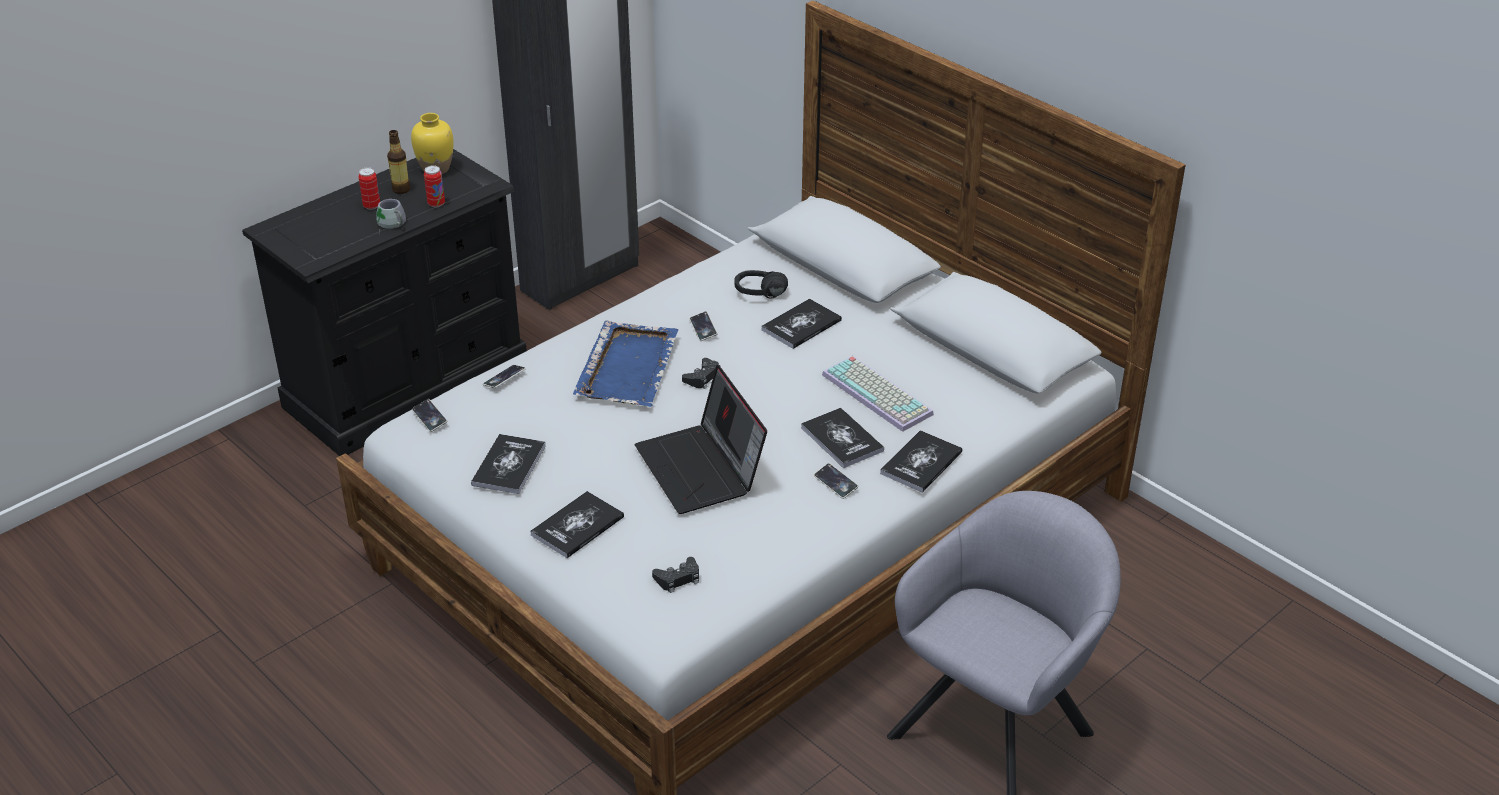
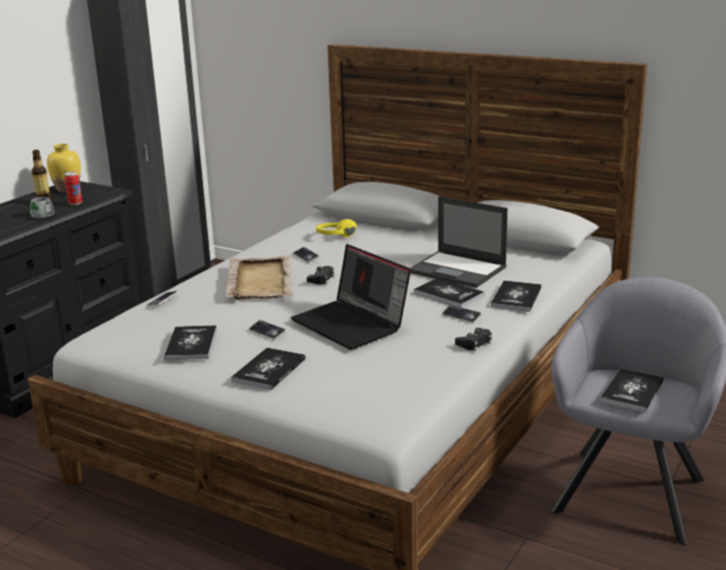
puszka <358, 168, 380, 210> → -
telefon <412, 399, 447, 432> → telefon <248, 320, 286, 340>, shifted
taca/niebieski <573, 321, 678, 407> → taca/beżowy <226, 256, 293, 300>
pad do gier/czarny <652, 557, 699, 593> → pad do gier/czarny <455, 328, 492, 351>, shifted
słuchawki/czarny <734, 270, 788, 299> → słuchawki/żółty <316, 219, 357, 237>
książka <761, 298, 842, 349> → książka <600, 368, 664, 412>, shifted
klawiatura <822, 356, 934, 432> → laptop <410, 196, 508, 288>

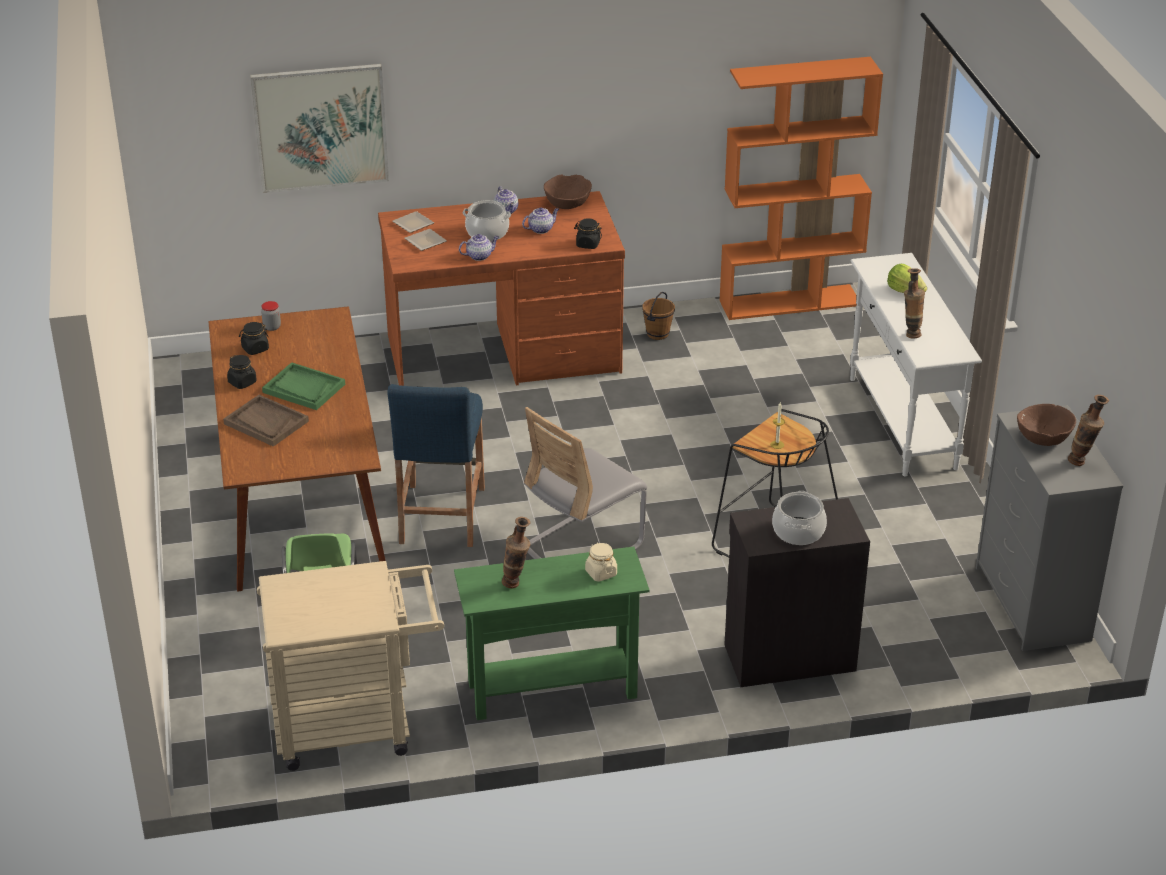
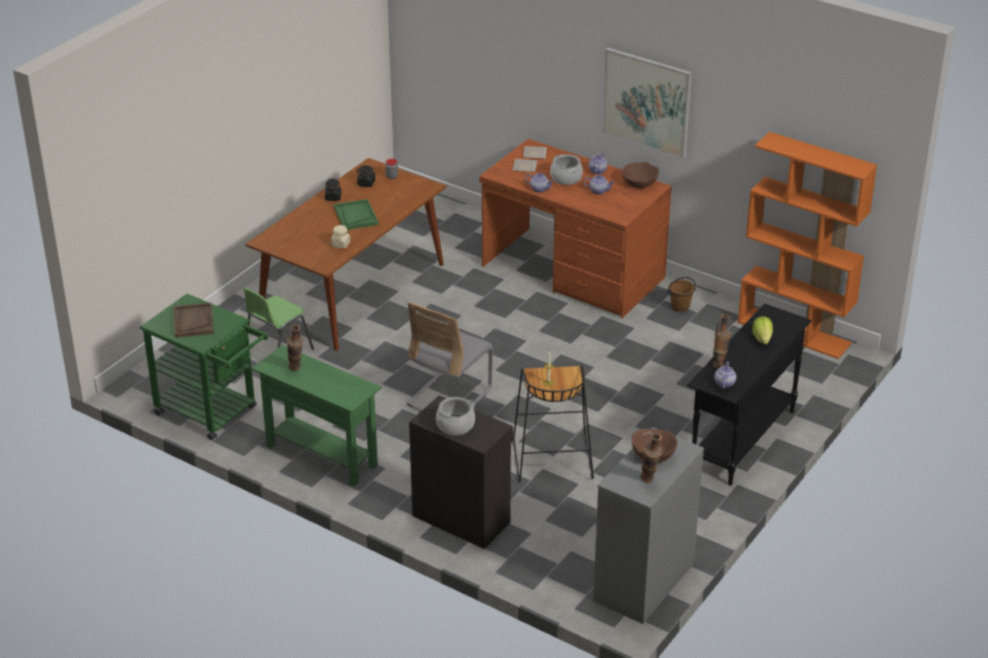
taca/brązowy <223, 395, 309, 447> → taca/brązowy <173, 303, 214, 338>, shifted
obraz <250, 64, 389, 193> → obraz <602, 47, 692, 159>, shifted
wózek/beżowy <257, 561, 444, 771> → wózek/zielony <139, 294, 269, 440>
stołek/niebieski <387, 384, 485, 547> → -
krzesło/szary <524, 407, 647, 559> → krzesło/szary <407, 302, 493, 411>, 60 degrees counterclockwise
słoik/czarny <574, 218, 602, 249> → -
słoik/beżowy <585, 543, 617, 582> → słoik/beżowy <331, 225, 350, 248>, shifted
stolik konsolowy/biały <850, 253, 982, 477> → stolik konsolowy/czarny <687, 303, 811, 486>
- → imbryk <714, 361, 736, 389>

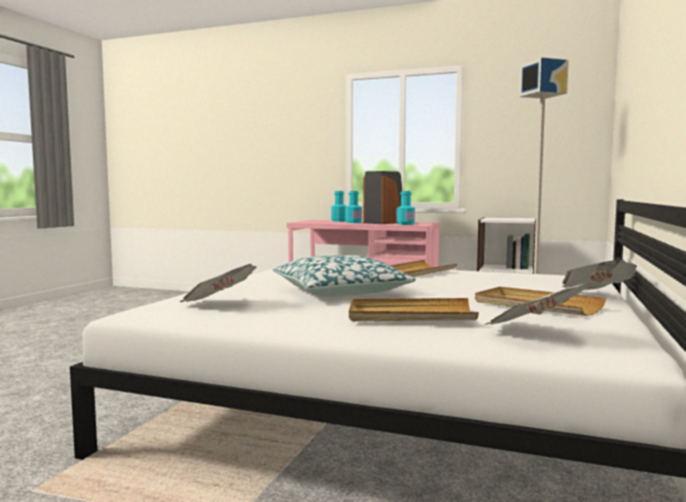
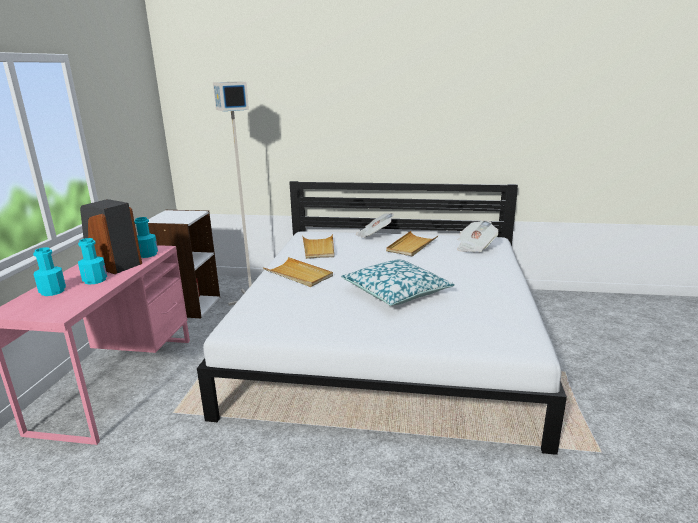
gazeta <180, 264, 257, 302> → -
taca/beżowy <349, 298, 479, 321> → taca/beżowy <302, 234, 334, 259>, shifted

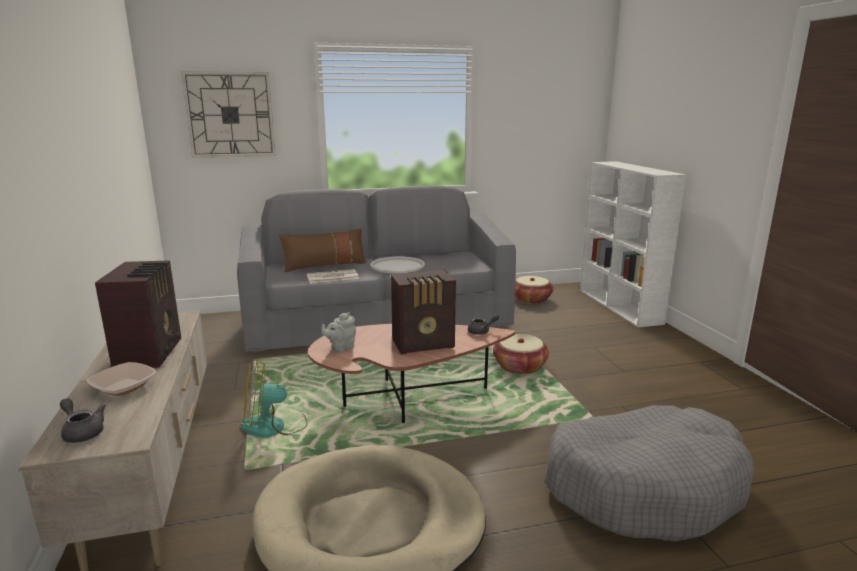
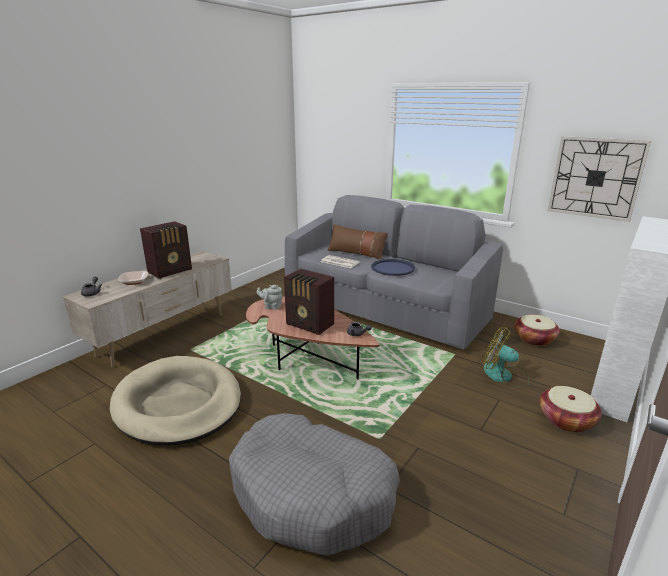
zegar ścienny <181, 71, 276, 158> → zegar ścienny <548, 136, 651, 222>, shifted
wentylator <241, 359, 307, 438> → wentylator <482, 327, 530, 388>, shifted
taca/biały <370, 256, 425, 273> → taca/niebieski <371, 259, 415, 276>
koszyk <493, 334, 549, 375> → koszyk <540, 386, 602, 433>, shifted

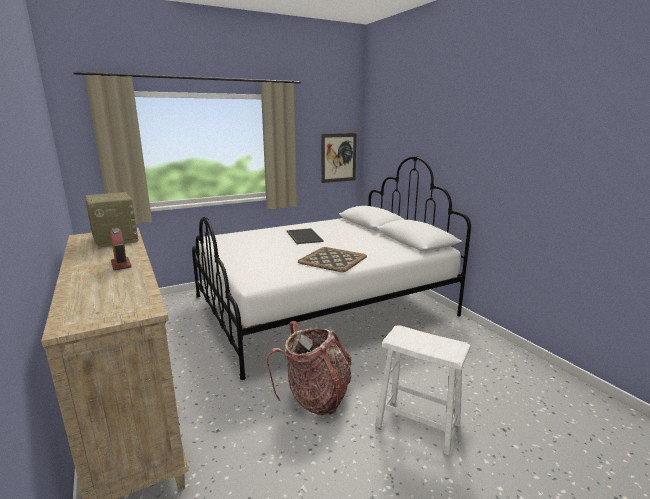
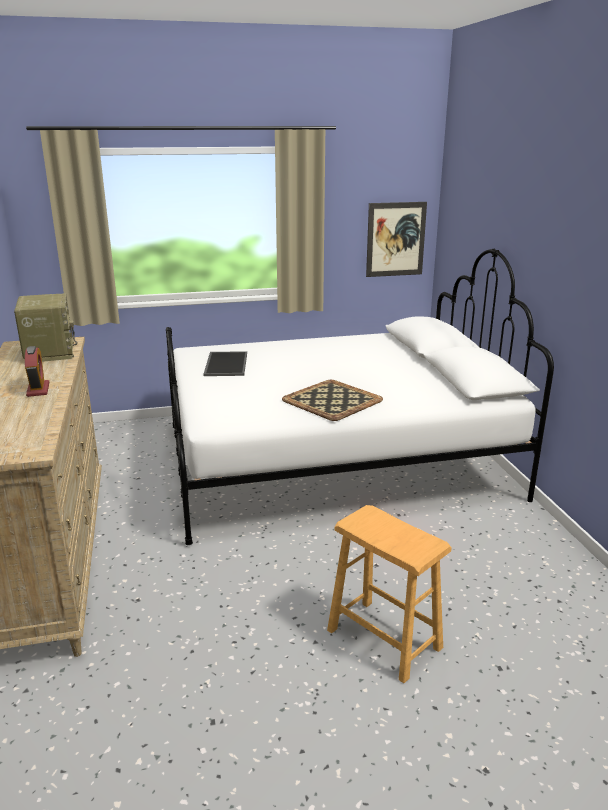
plecak <267, 321, 352, 415> → -
taca <287, 228, 324, 244> → taca <203, 351, 247, 376>, shifted
stołek/biały <375, 325, 471, 455> → stołek/brązowy <327, 505, 452, 683>

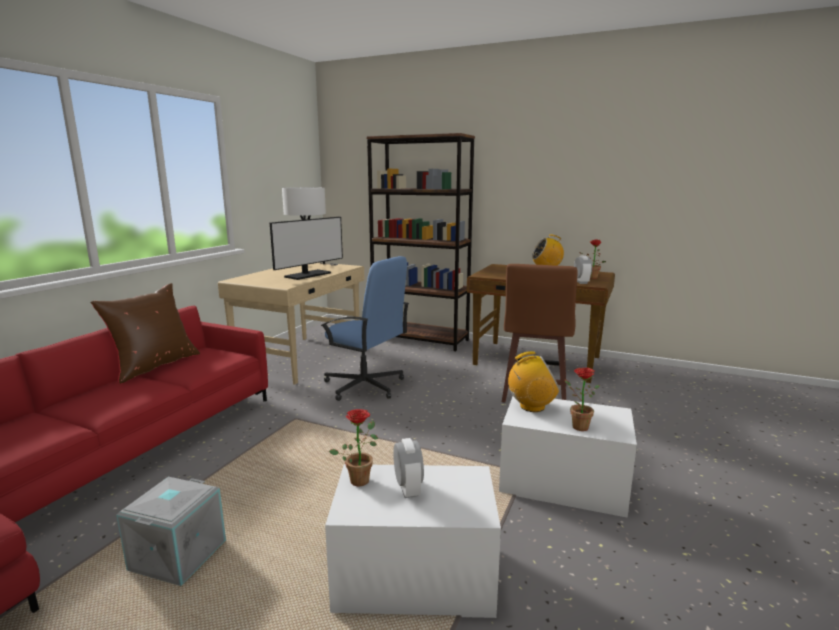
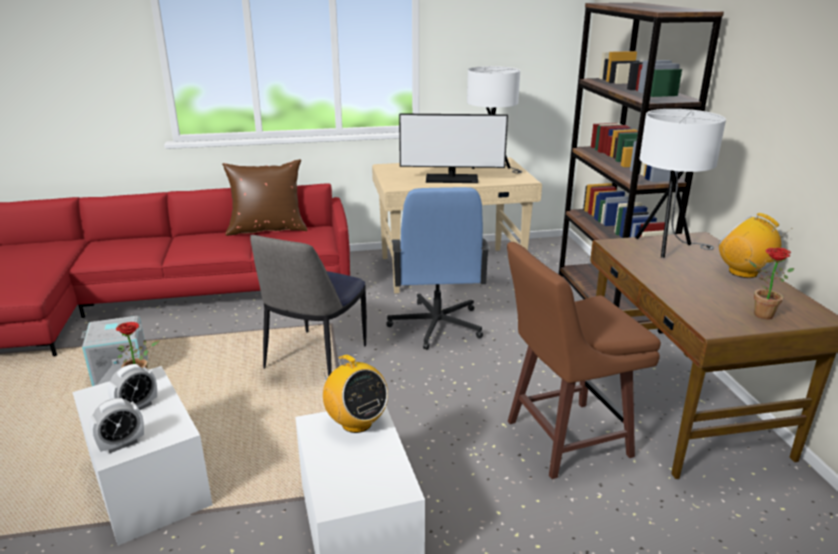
roślina doniczkowa <565, 368, 600, 431> → -
budzik <574, 255, 592, 284> → budzik <89, 398, 144, 453>, shifted
- → krzesło <250, 235, 367, 377>
- → lampa stołowa/biały <635, 109, 726, 258>

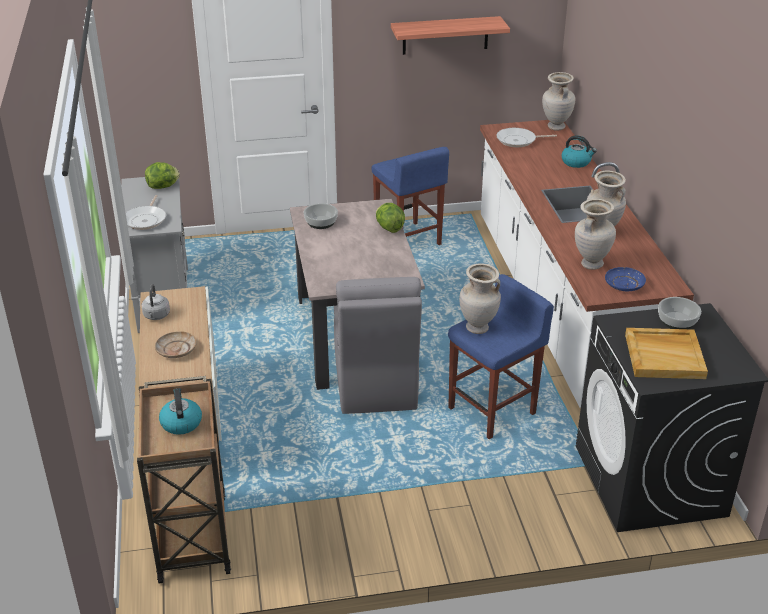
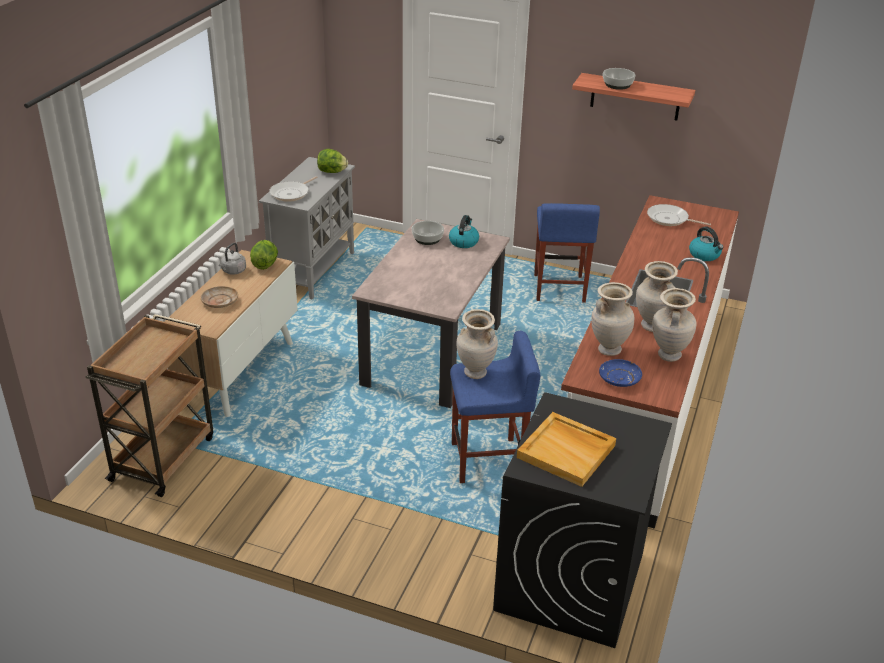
czajnik <159, 388, 202, 435> → czajnik <449, 215, 479, 248>, shifted
krzesło/szary <334, 277, 422, 414> → -
sałata <376, 203, 405, 233> → sałata <250, 240, 278, 270>, shifted
wazon/beżowy <542, 72, 575, 131> → wazon/beżowy <652, 288, 697, 362>, shifted
miska <658, 297, 701, 329> → miska <603, 68, 635, 90>, shifted

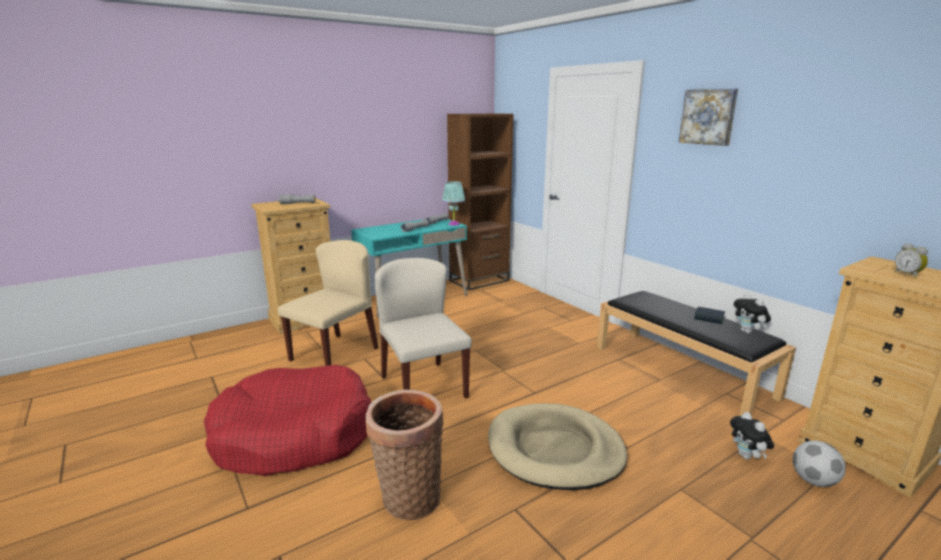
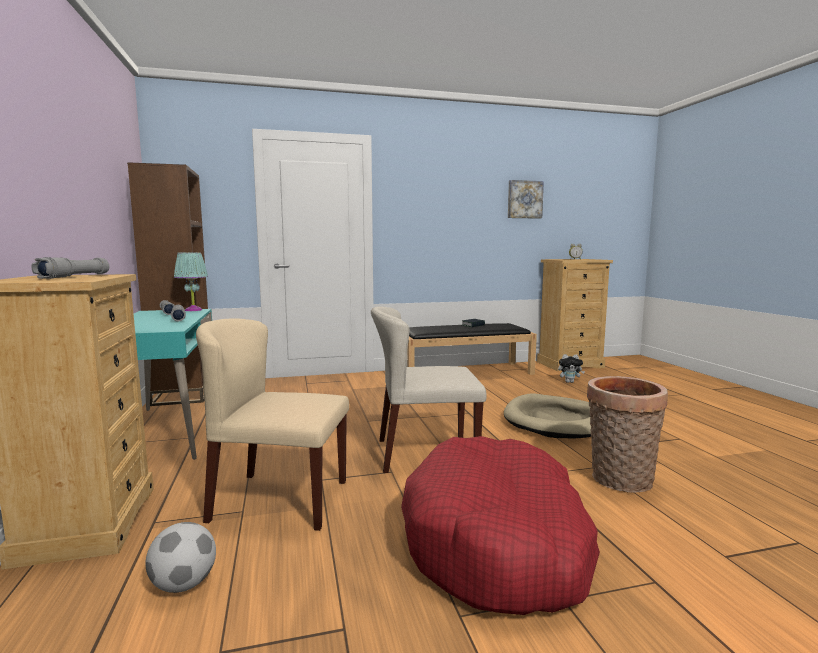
krzesło/beżowy <278, 240, 378, 366> → krzesło/beżowy <196, 319, 349, 531>, 45 degrees counterclockwise
obraz <678, 89, 738, 146> → obraz <508, 180, 544, 219>, shifted
pluszak <734, 293, 771, 334> → -
piłka futbolowa <793, 441, 846, 487> → piłka futbolowa <145, 522, 216, 593>, shifted

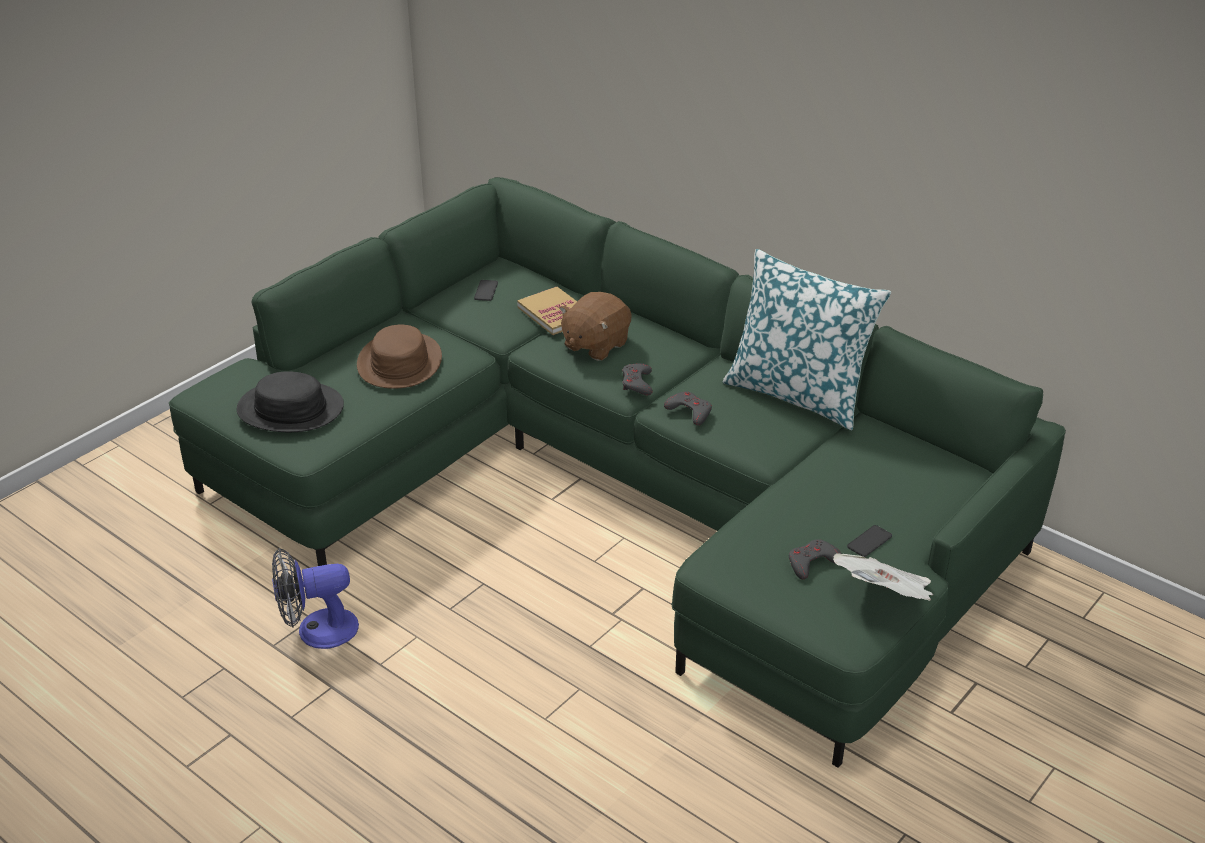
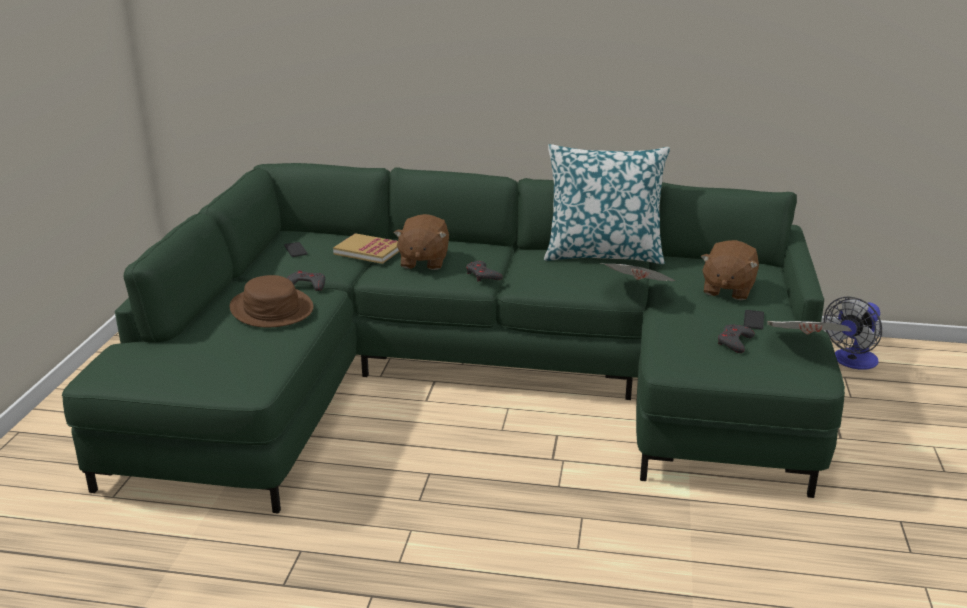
kapelusz/czarny <237, 371, 344, 432> → -
wentylator <272, 548, 359, 649> → wentylator <824, 296, 882, 370>, shifted
pad do gier/szary <664, 391, 712, 425> → pad do gier/szary <287, 270, 325, 291>, shifted
- → gazeta <601, 263, 675, 281>
- → pluszak/brązowy <701, 240, 759, 300>

